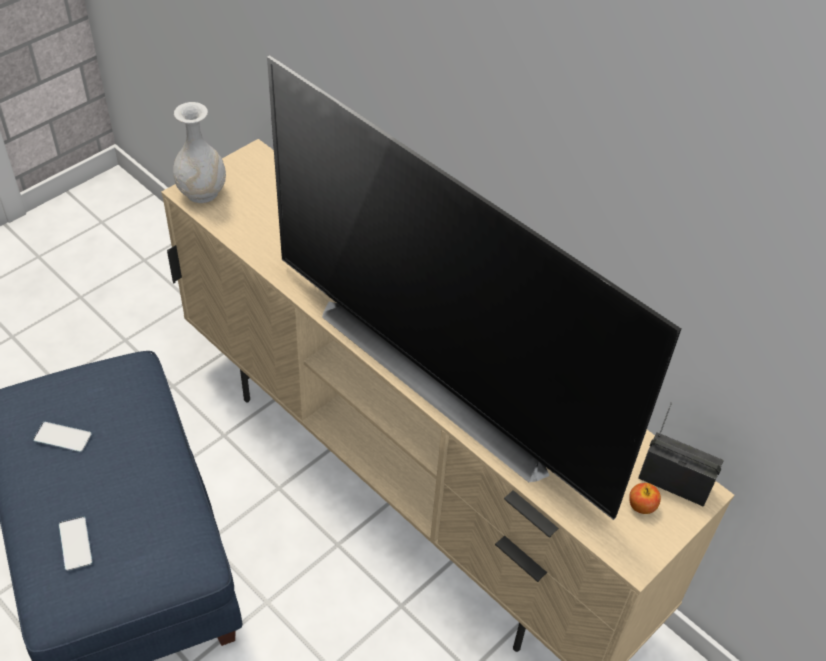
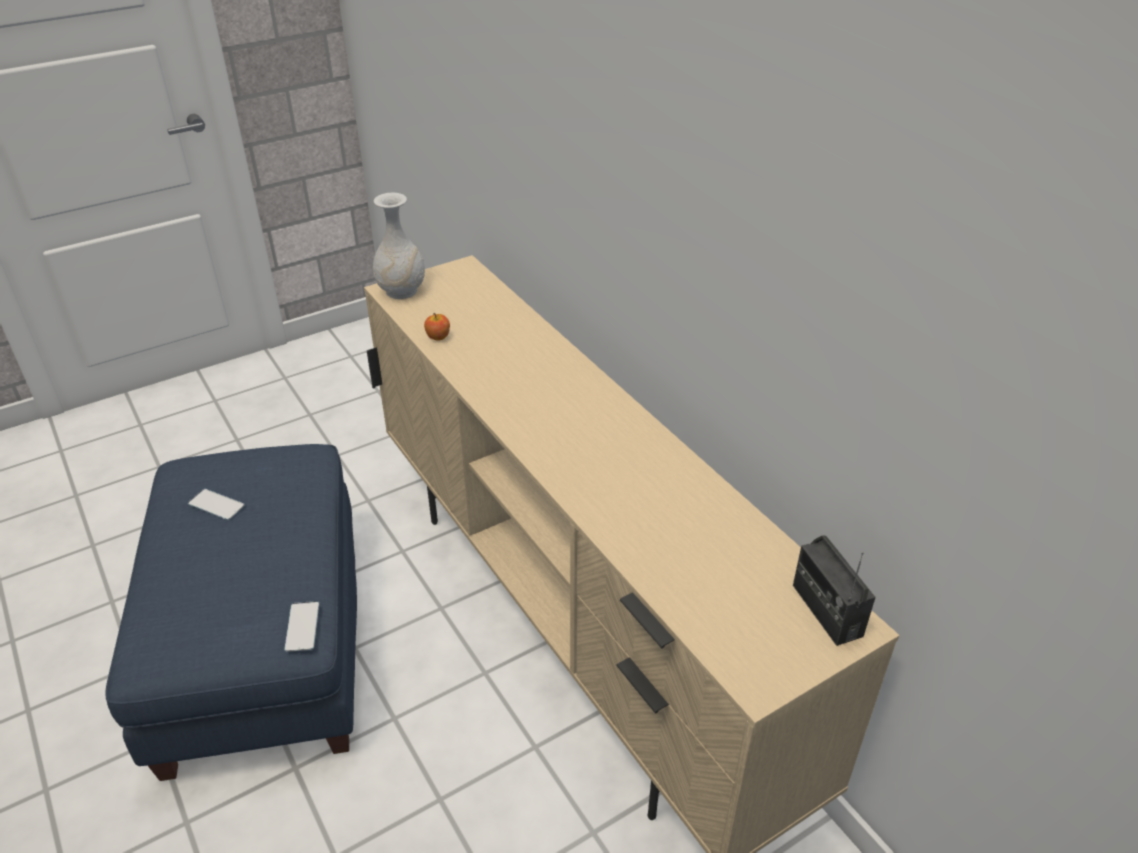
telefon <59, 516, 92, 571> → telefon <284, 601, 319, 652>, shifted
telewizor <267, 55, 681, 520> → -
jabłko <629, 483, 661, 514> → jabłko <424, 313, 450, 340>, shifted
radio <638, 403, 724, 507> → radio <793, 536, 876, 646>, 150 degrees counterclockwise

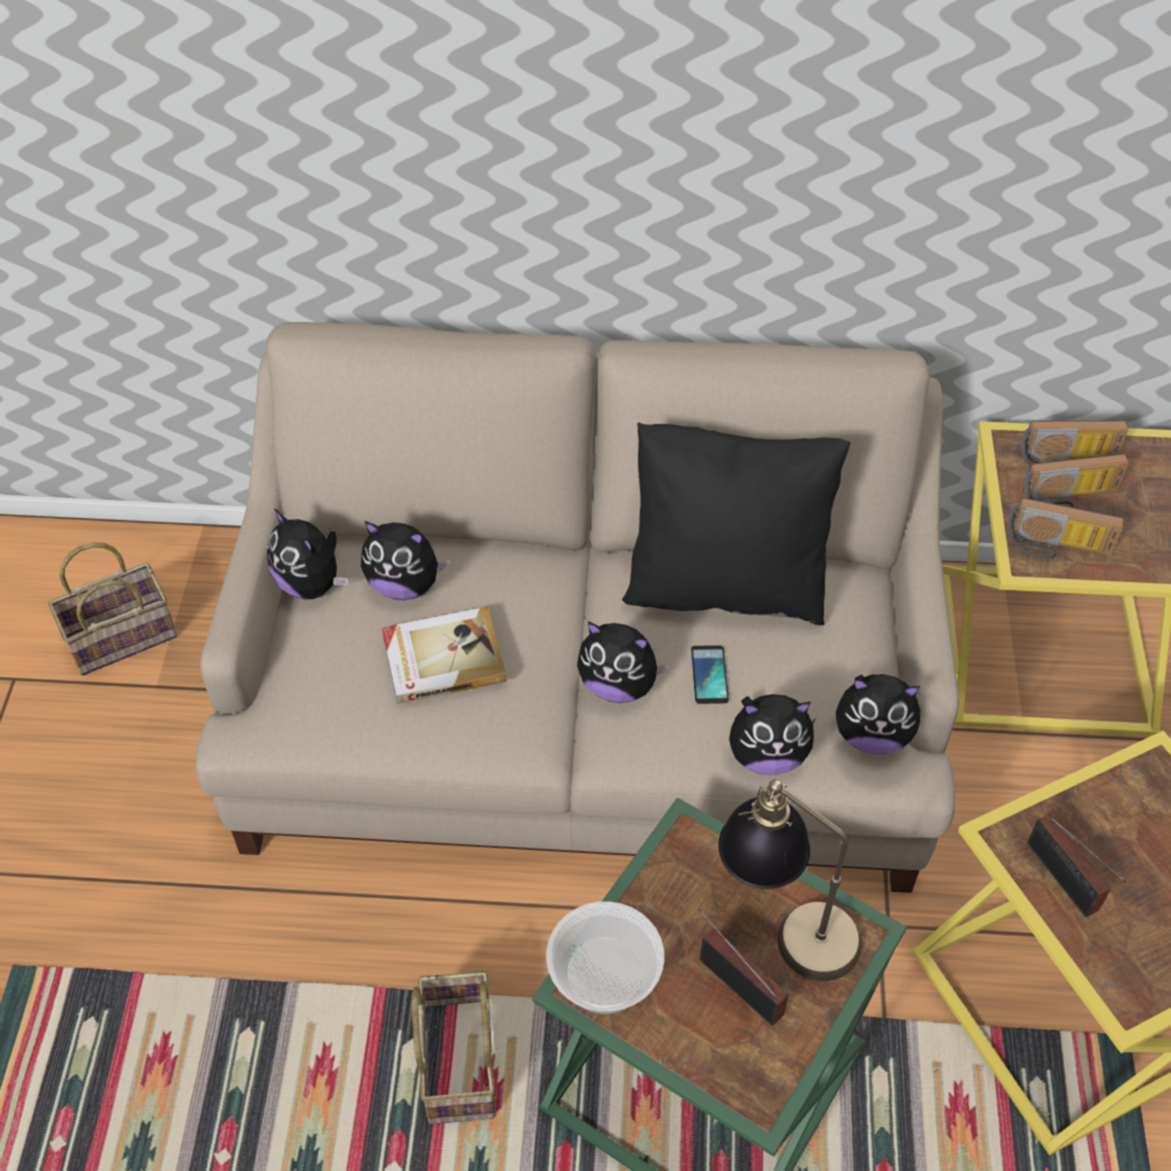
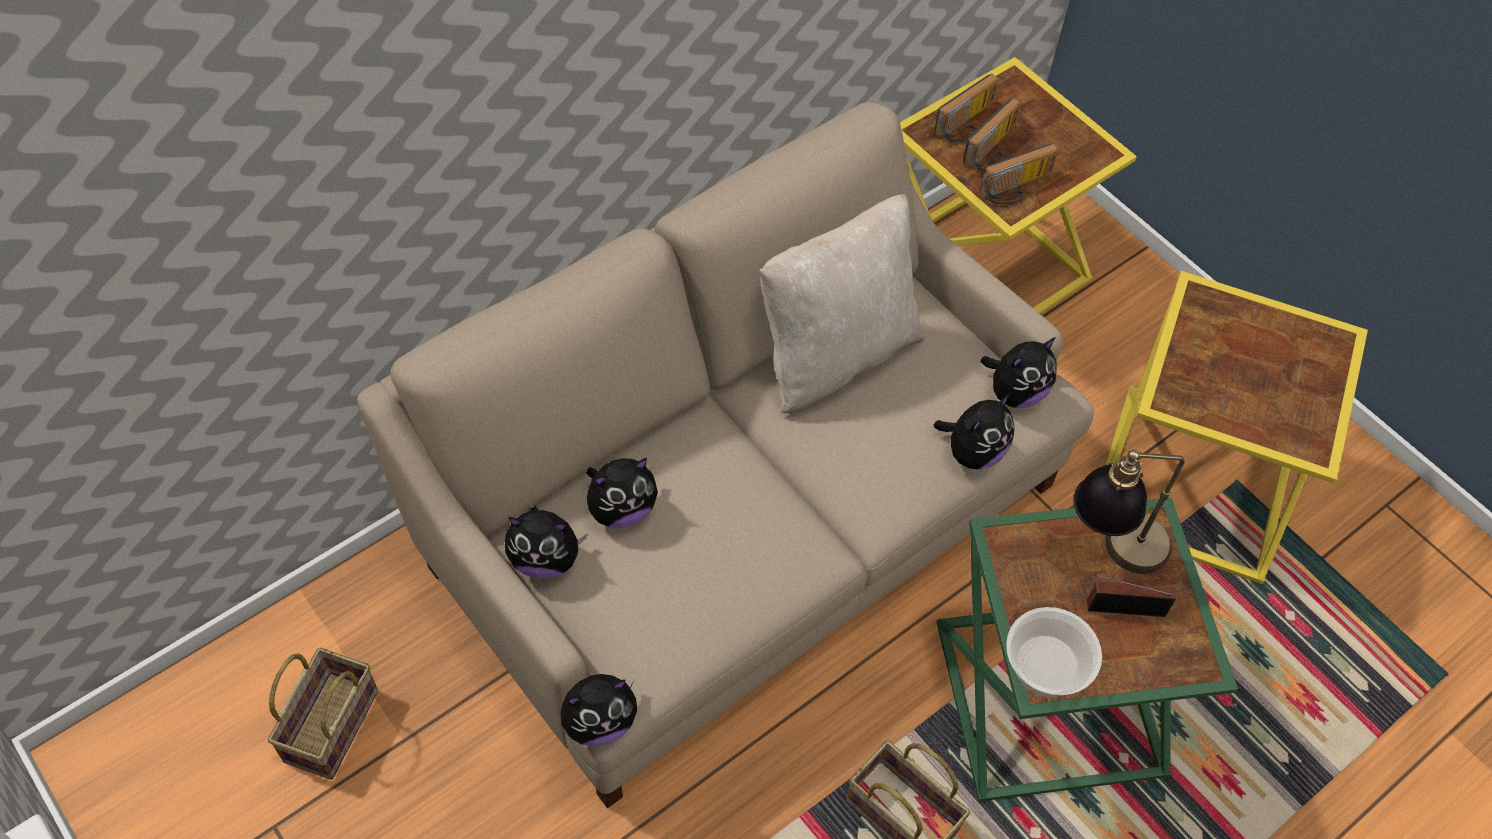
książka <382, 607, 507, 704> → -
pluszak <577, 622, 670, 703> → pluszak <561, 674, 637, 746>, shifted
poduszka/czarny <622, 422, 850, 626> → poduszka/beżowy <759, 194, 924, 413>
telefon <691, 645, 729, 704> → -
radio <1027, 814, 1126, 917> → -

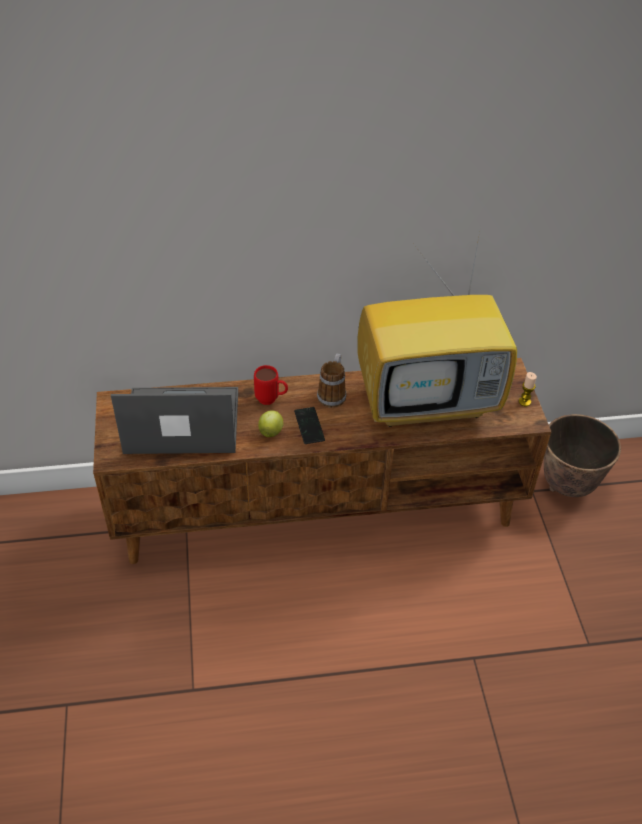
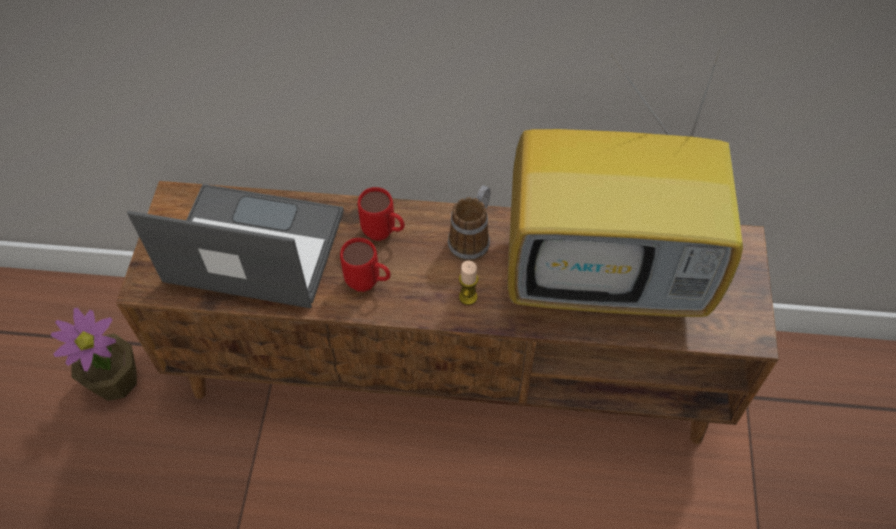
jabłko <258, 411, 283, 437> → kubek/czerwony <340, 238, 390, 292>
telefon <294, 407, 325, 444> → -
świeca <519, 372, 537, 406> → świeca <459, 261, 478, 305>, shifted
donica <544, 414, 621, 497> → -
- → roślina doniczkowa <51, 308, 137, 401>

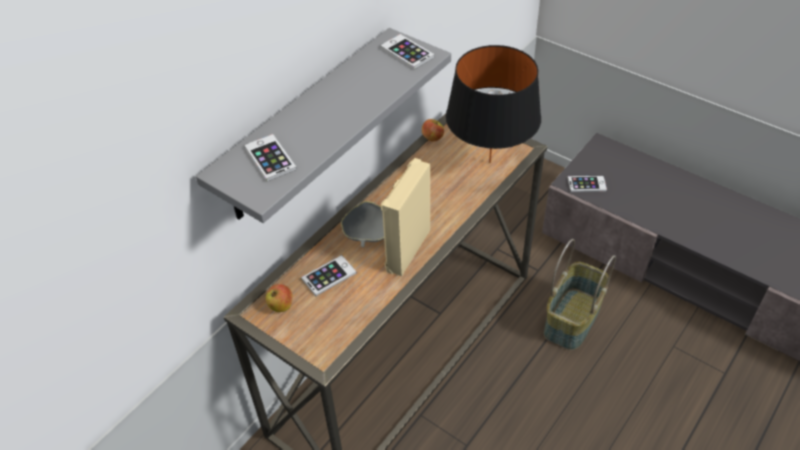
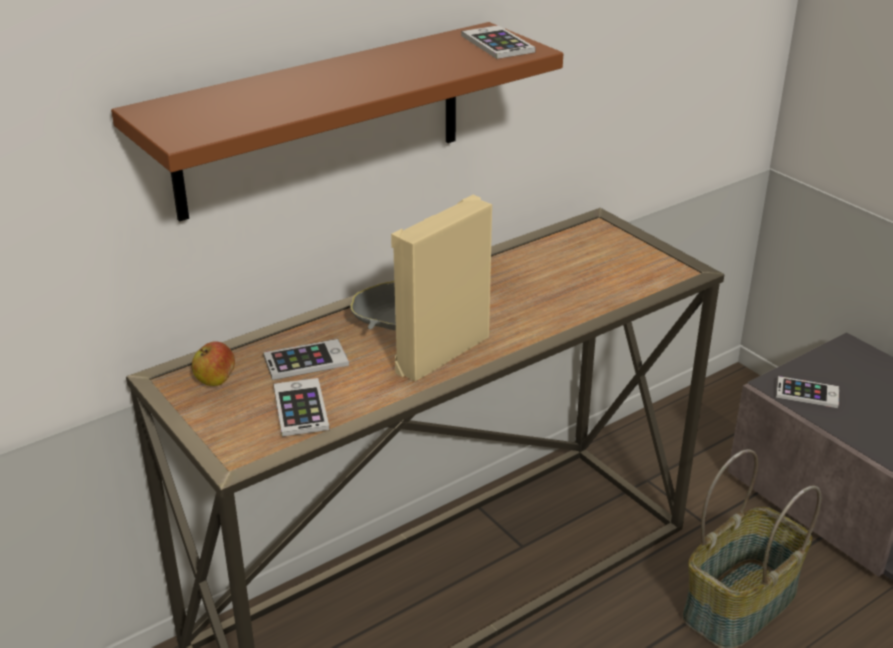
półka/szary <196, 28, 451, 223> → półka/brązowy <111, 22, 563, 222>
telefon <244, 134, 297, 181> → telefon <273, 378, 329, 437>, shifted
jabłko <422, 119, 444, 142> → -
lampa stołowa/czarny <446, 45, 541, 163> → -

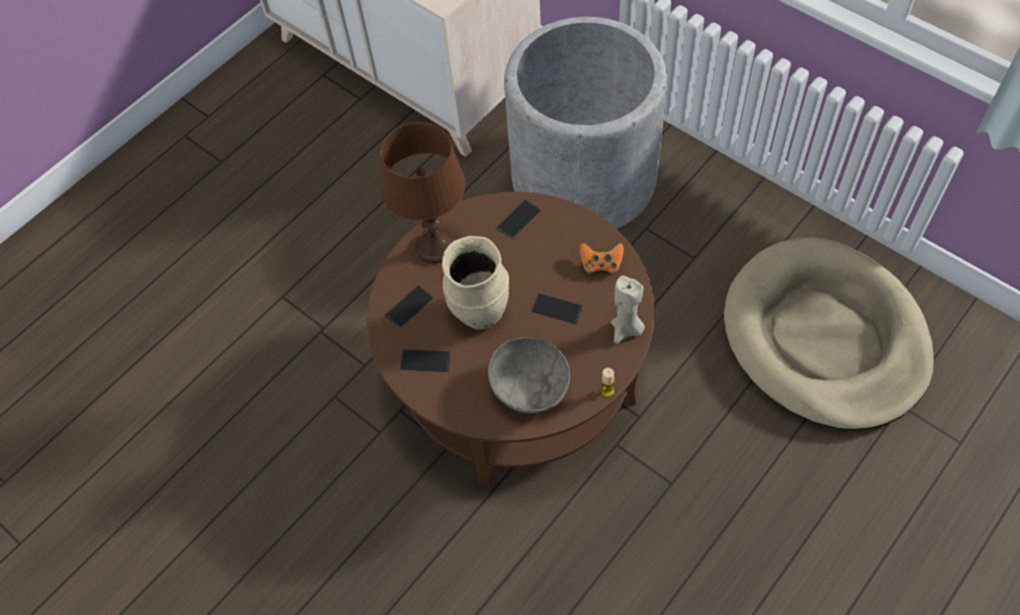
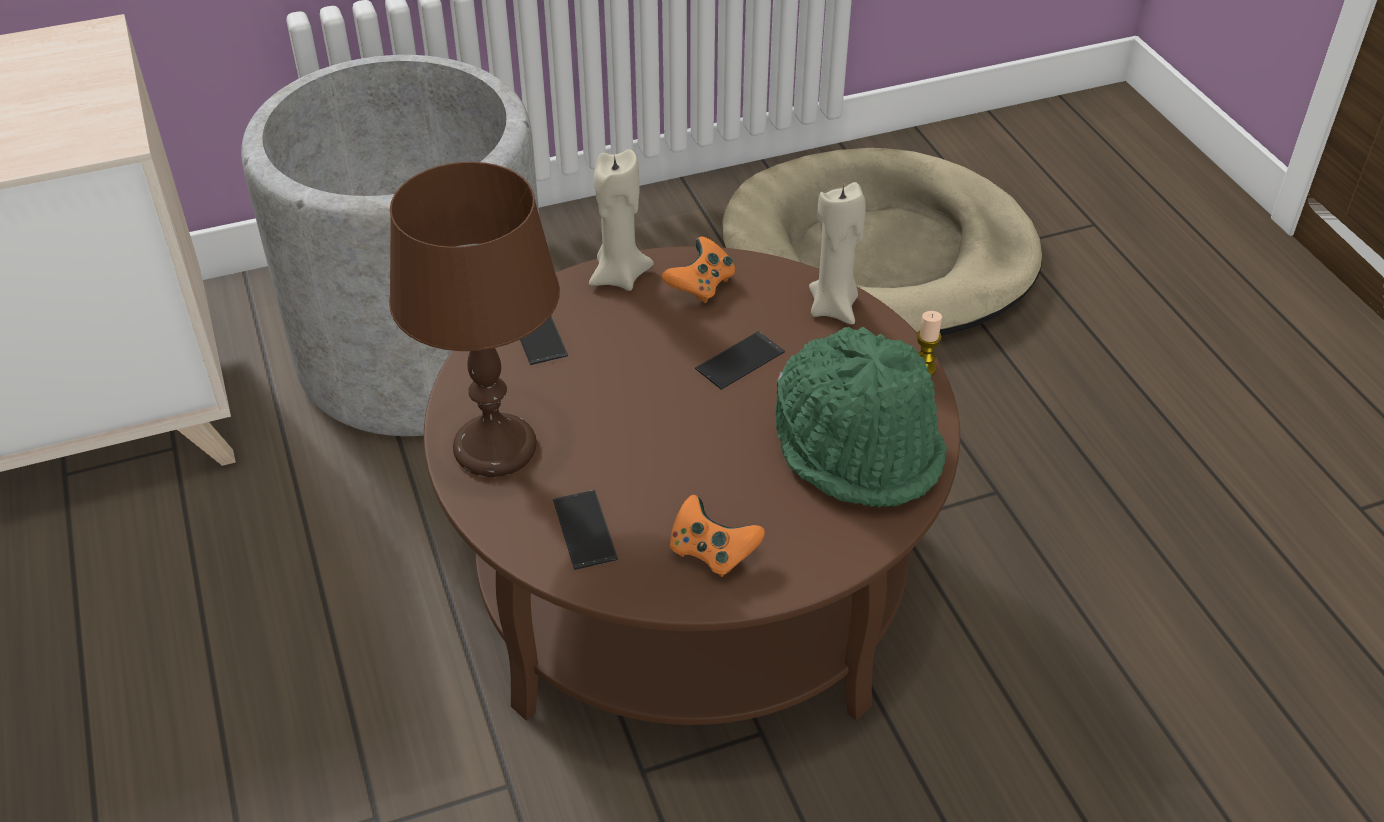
telefon <400, 349, 451, 372> → pad do gier/pomarańczowy <670, 495, 765, 577>
wazon/beżowy <442, 236, 509, 329> → -
miska/szary <488, 337, 570, 413> → kapelusz/zielony <775, 327, 947, 508>
- → świeca/beżowy <589, 149, 654, 291>

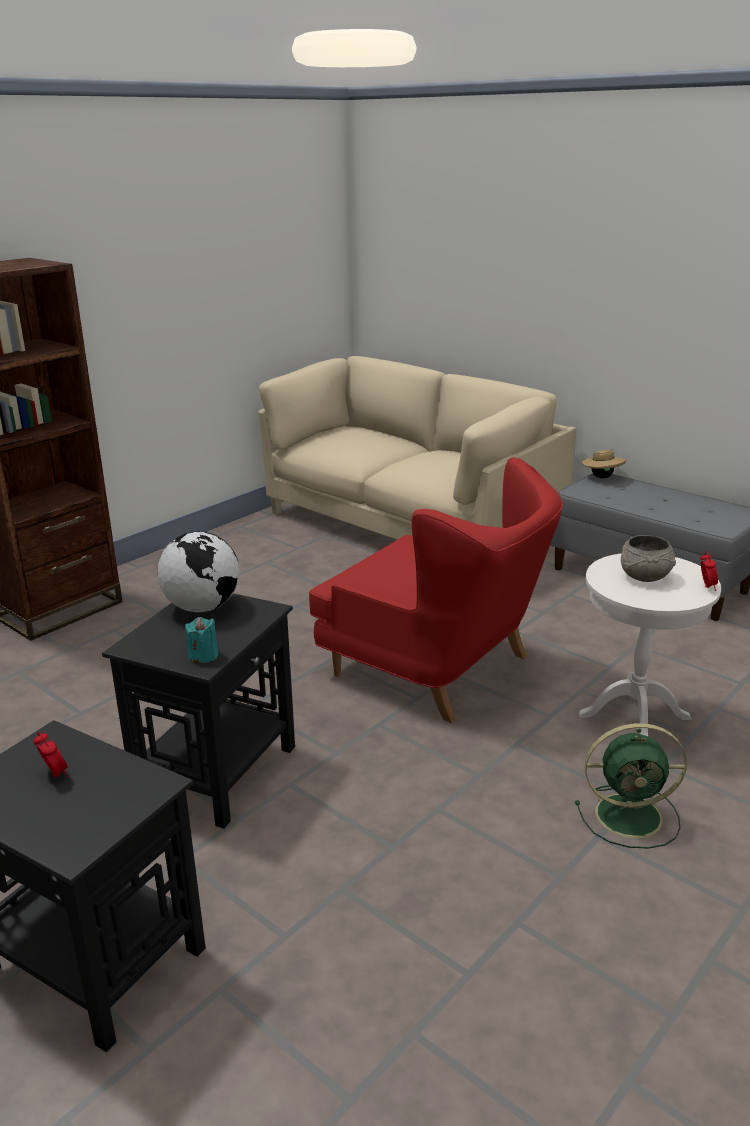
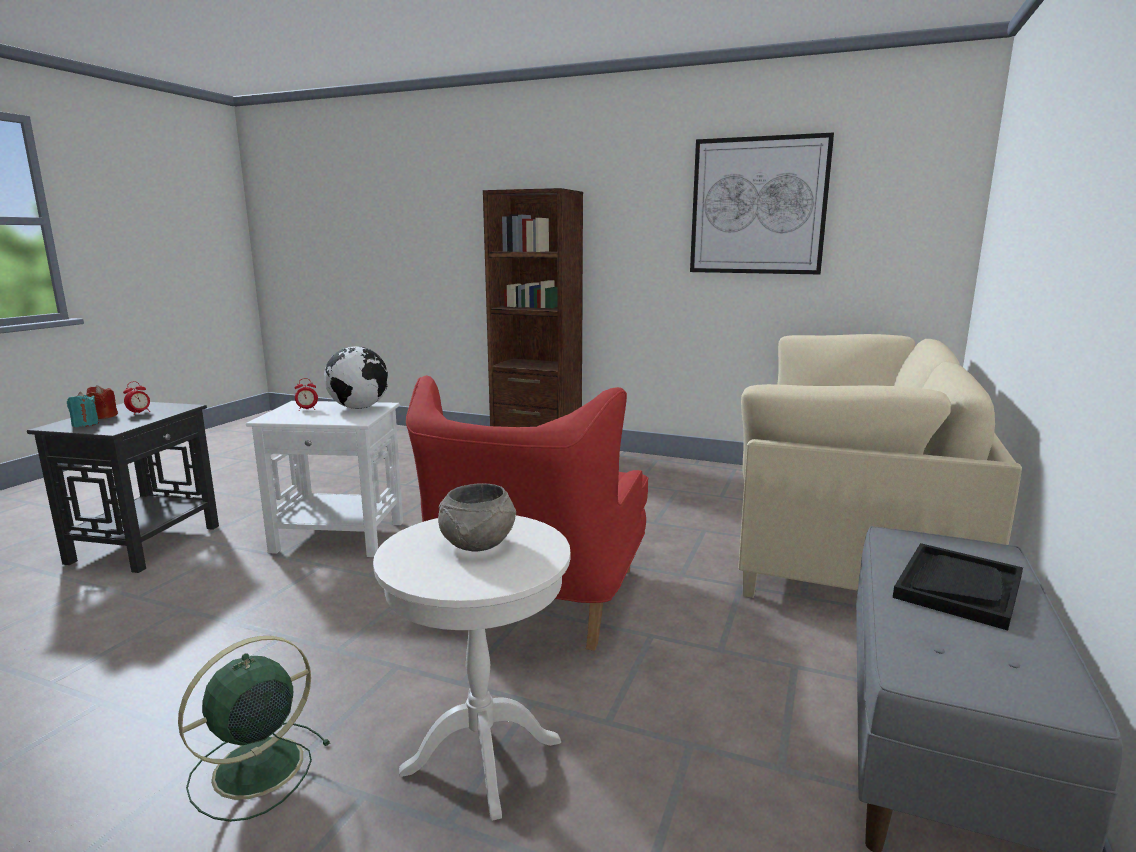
stolik/czarny <102, 593, 295, 829> → stolik/biały <246, 401, 403, 557>
świeca/turkusowy <185, 617, 218, 663> → świeca/turkusowy <67, 392, 99, 427>, shifted
wentylator/zielony <575, 723, 687, 849> → wentylator/zielony <178, 636, 330, 822>, 60 degrees clockwise
kapelusz/beżowy <582, 449, 626, 478> → -
budzik <700, 551, 718, 591> → budzik <295, 378, 318, 410>, shifted
- → świeca/czerwony <86, 385, 118, 419>
- → obraz <690, 132, 834, 274>
- → taca/czarny <893, 543, 1023, 631>

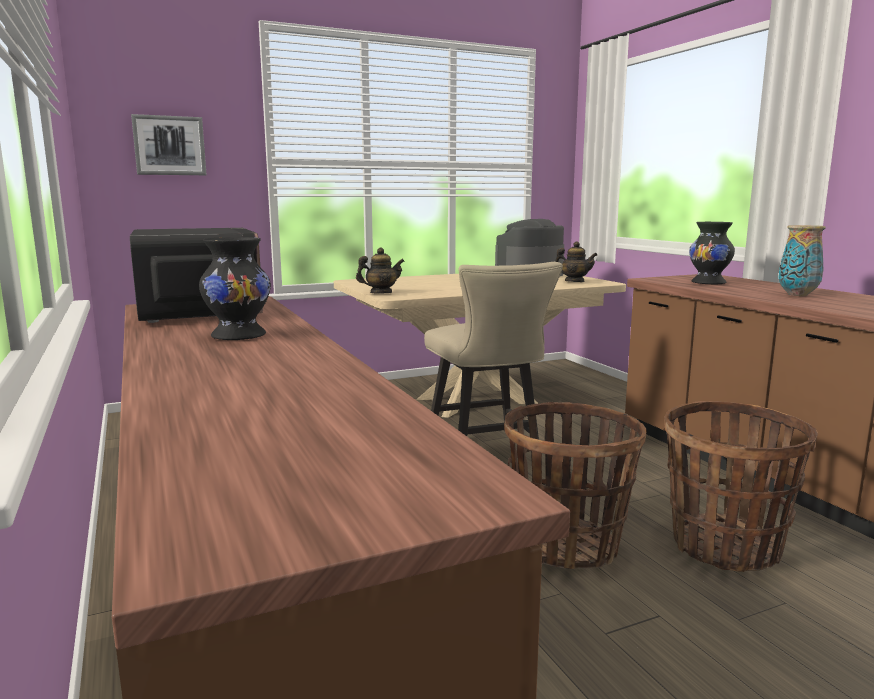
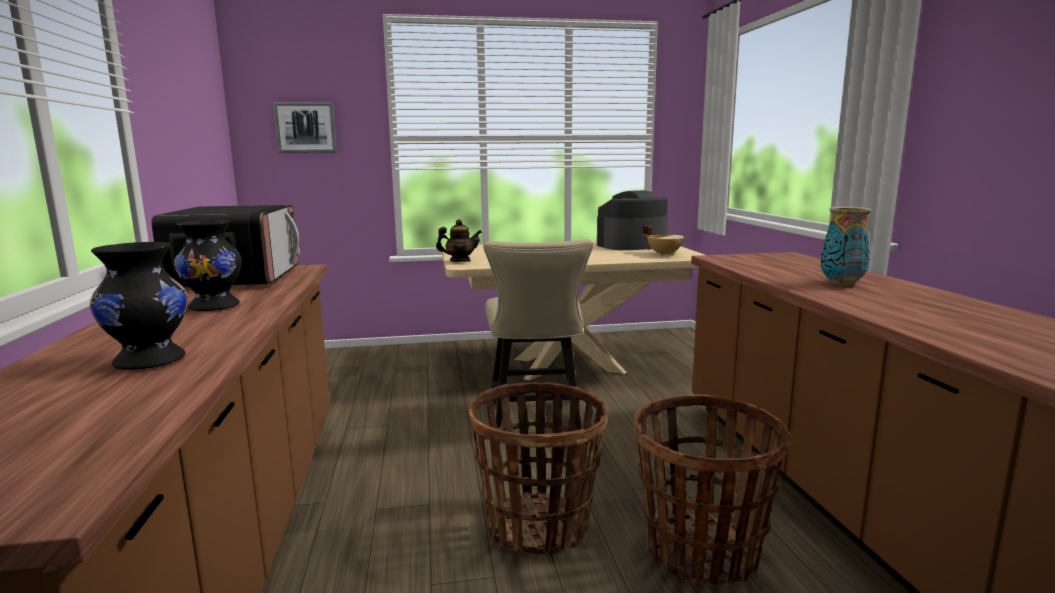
imbryk <556, 241, 597, 282> → garnek/beżowy <643, 226, 686, 256>
wazon/czarny <689, 222, 735, 284> → wazon/czarny <90, 242, 188, 370>, shifted

